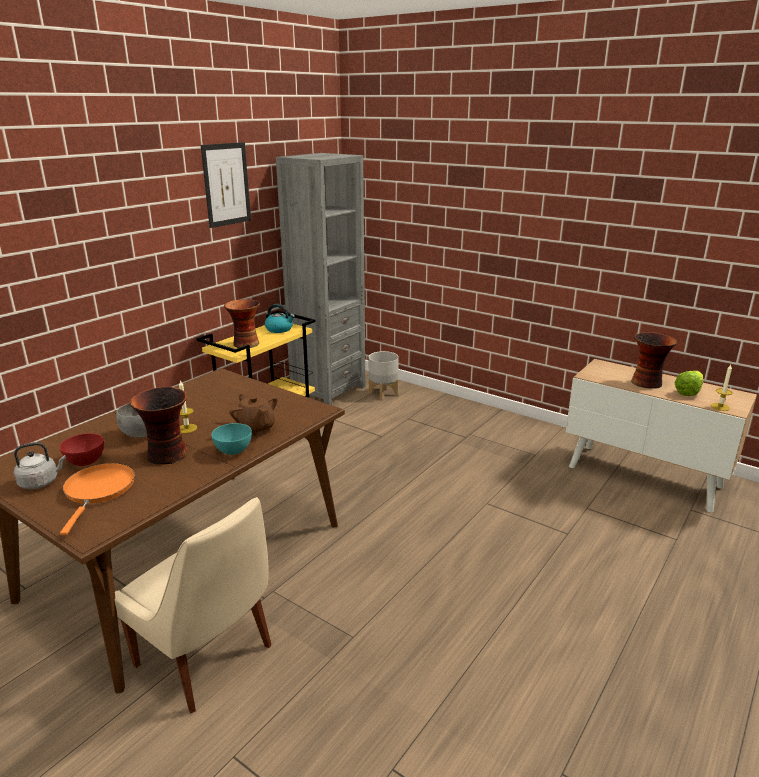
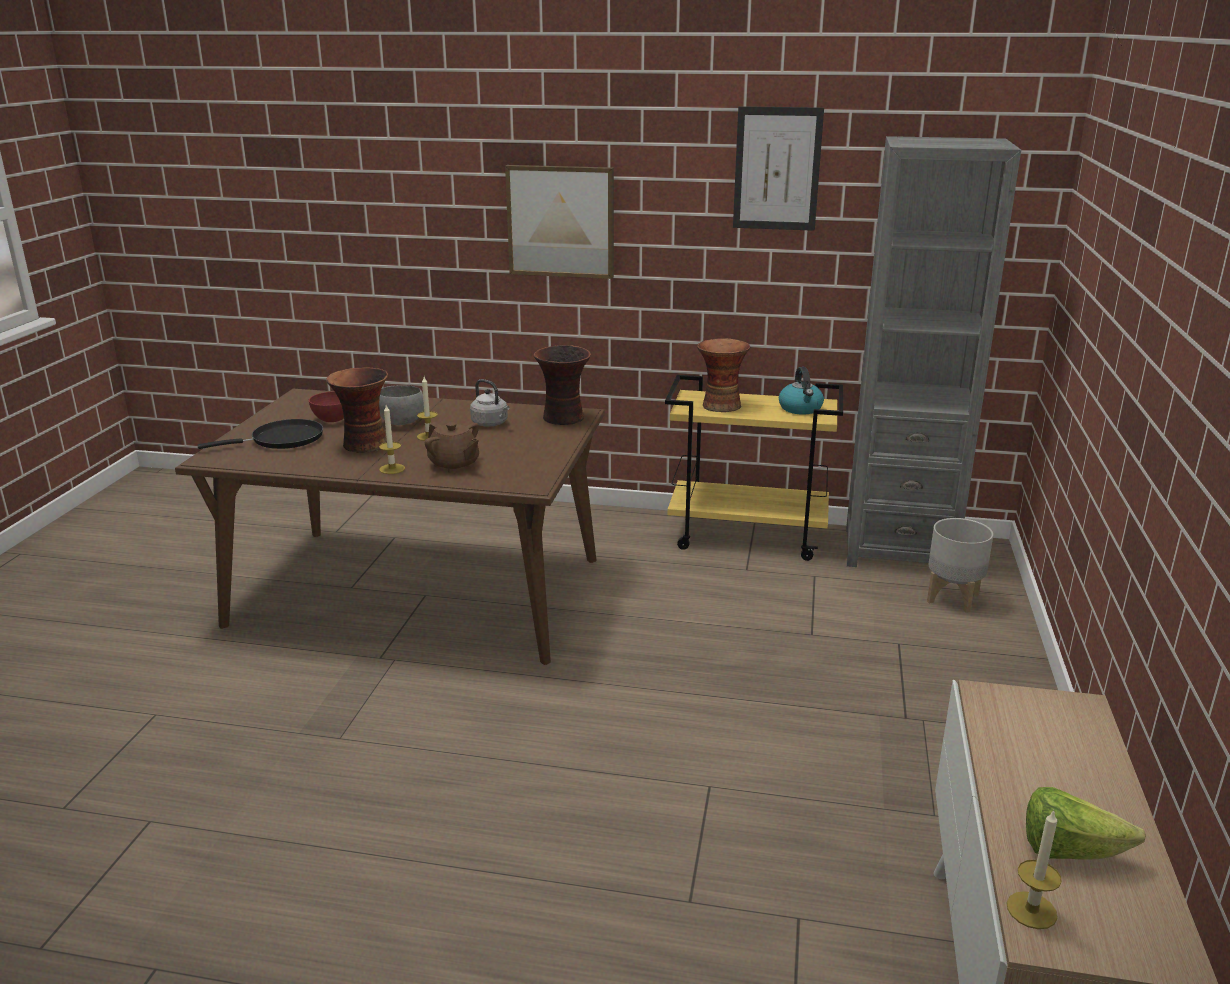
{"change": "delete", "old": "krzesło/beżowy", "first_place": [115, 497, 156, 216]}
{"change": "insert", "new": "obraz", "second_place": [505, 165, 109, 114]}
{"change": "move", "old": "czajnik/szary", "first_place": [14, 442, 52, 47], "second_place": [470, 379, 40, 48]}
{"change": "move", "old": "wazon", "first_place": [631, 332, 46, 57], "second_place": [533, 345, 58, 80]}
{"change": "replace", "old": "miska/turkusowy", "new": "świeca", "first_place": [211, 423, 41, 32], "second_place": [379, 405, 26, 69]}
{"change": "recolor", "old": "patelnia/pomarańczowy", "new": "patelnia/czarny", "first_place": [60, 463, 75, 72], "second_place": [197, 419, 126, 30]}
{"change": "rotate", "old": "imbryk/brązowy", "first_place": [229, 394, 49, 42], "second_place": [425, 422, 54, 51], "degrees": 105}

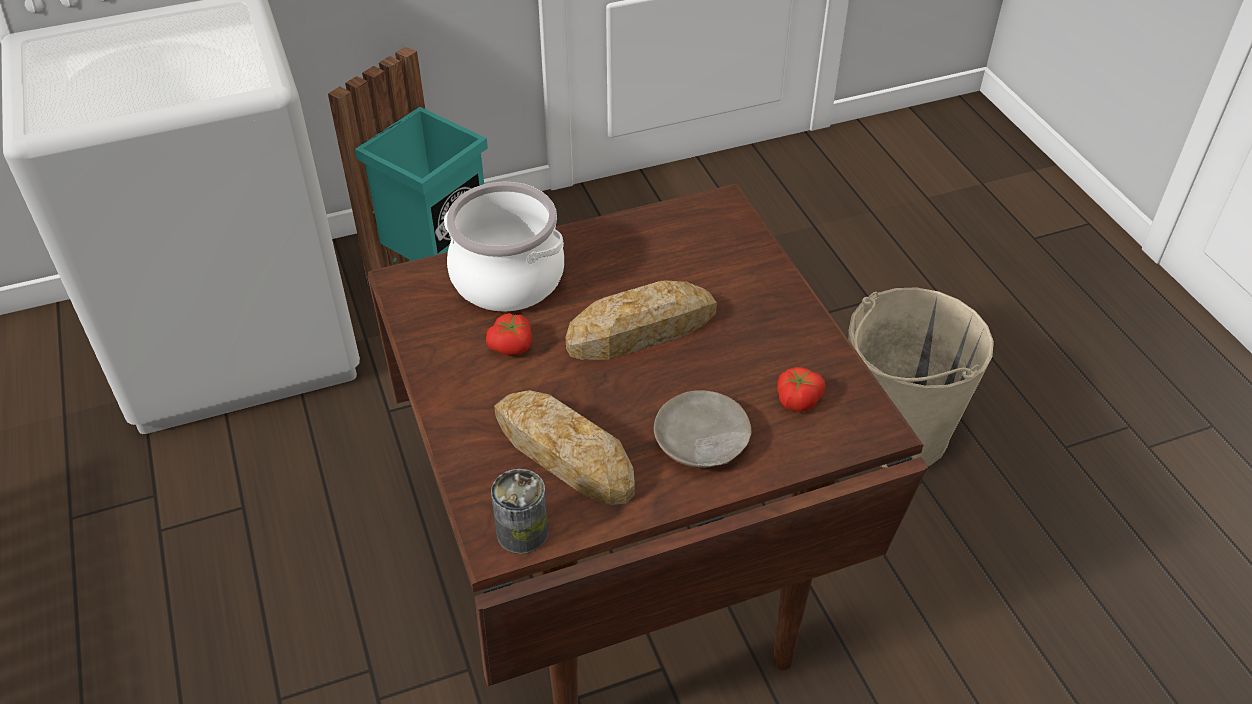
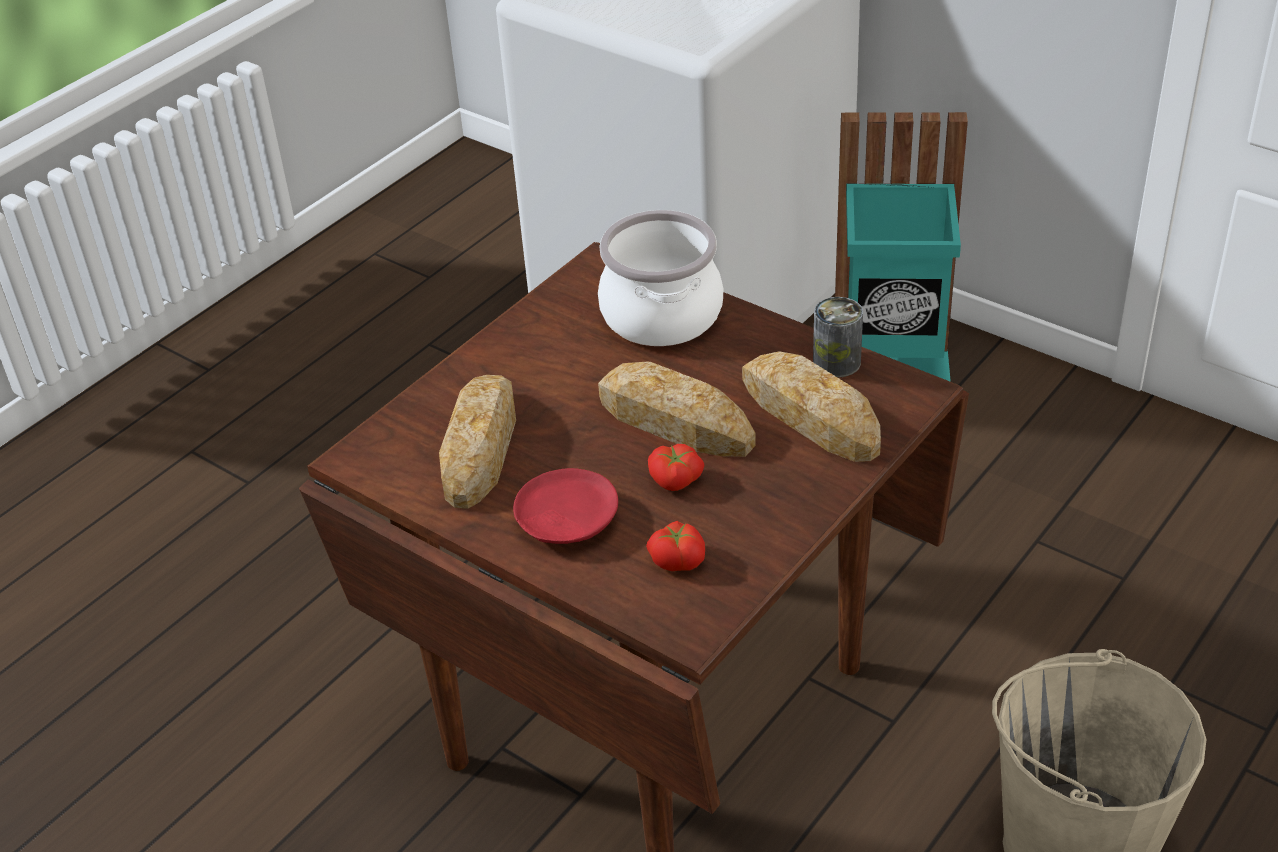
{"change": "insert", "new": "chleb", "second_place": [742, 351, 139, 111]}
{"change": "move", "old": "pomidor", "first_place": [486, 313, 46, 42], "second_place": [648, 444, 56, 47]}
{"change": "move", "old": "puszka", "first_place": [491, 469, 57, 85], "second_place": [813, 297, 50, 80]}
{"change": "recolor", "old": "talerz/beżowy", "new": "talerz/czerwony", "first_place": [654, 390, 97, 78], "second_place": [513, 468, 105, 76]}

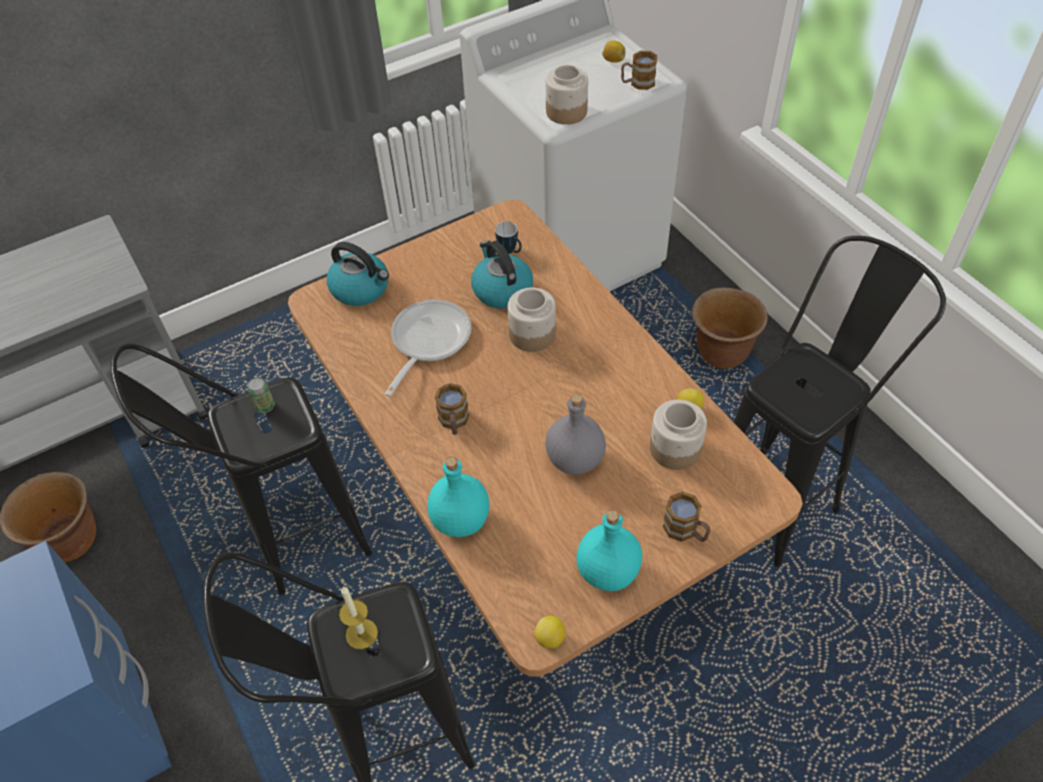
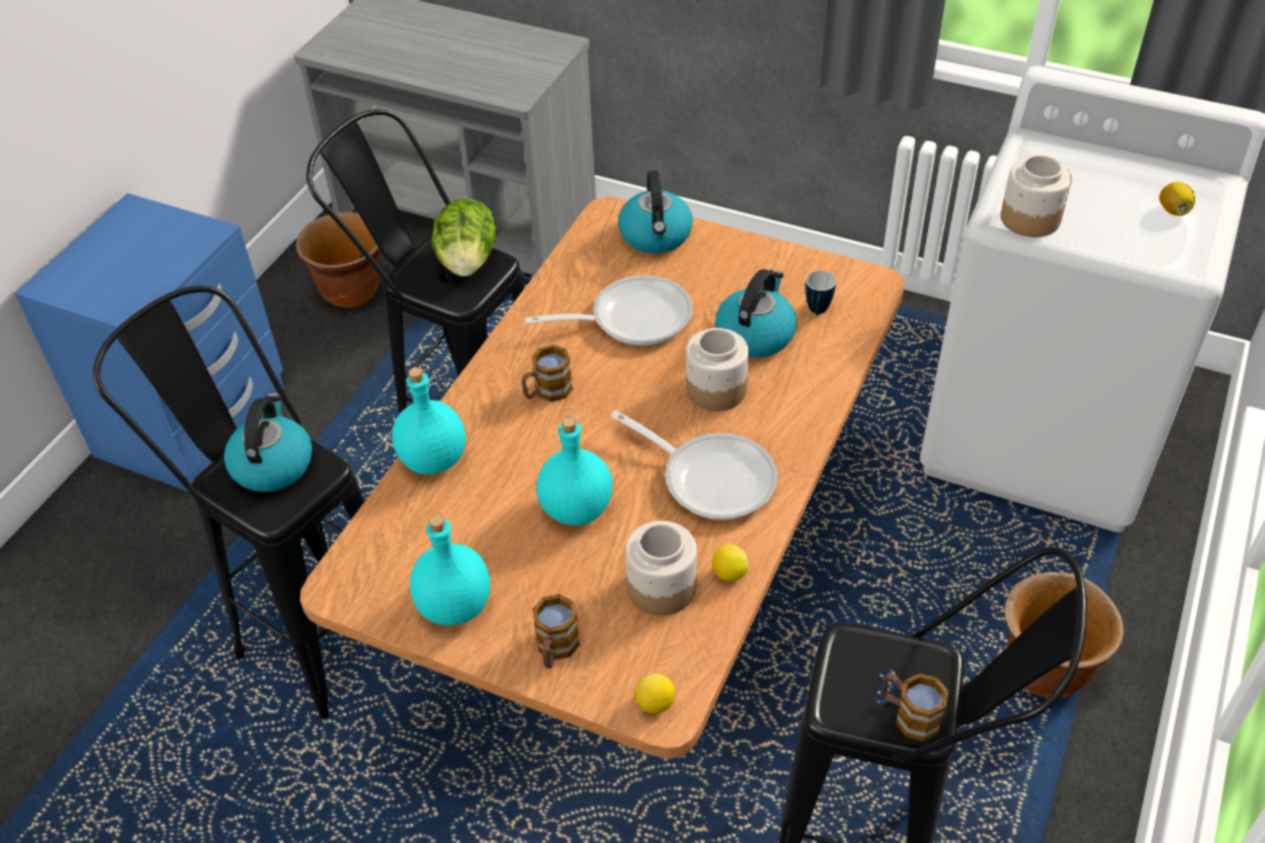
{"change": "insert", "new": "patelnia", "second_place": [611, 411, 167, 109]}
{"change": "move", "old": "cytryna", "first_place": [534, 616, 31, 33], "second_place": [635, 674, 40, 39]}
{"change": "move", "old": "kubek", "first_place": [621, 51, 36, 39], "second_place": [882, 673, 67, 69]}
{"change": "replace", "old": "puszka", "new": "sałata", "first_place": [247, 377, 28, 36], "second_place": [431, 198, 66, 79]}
{"change": "replace", "old": "świeca", "new": "czajnik", "first_place": [339, 587, 39, 62], "second_place": [224, 393, 88, 99]}
{"change": "recolor", "old": "butelka/szary", "new": "butelka/turkusowy", "first_place": [545, 394, 61, 81], "second_place": [537, 417, 76, 109]}

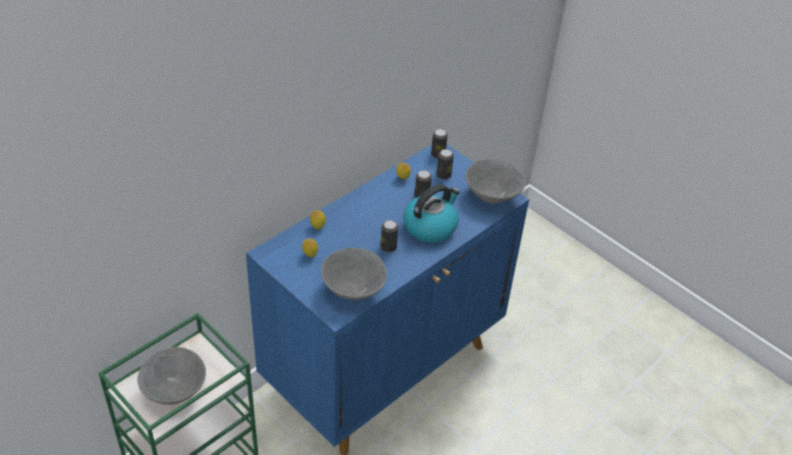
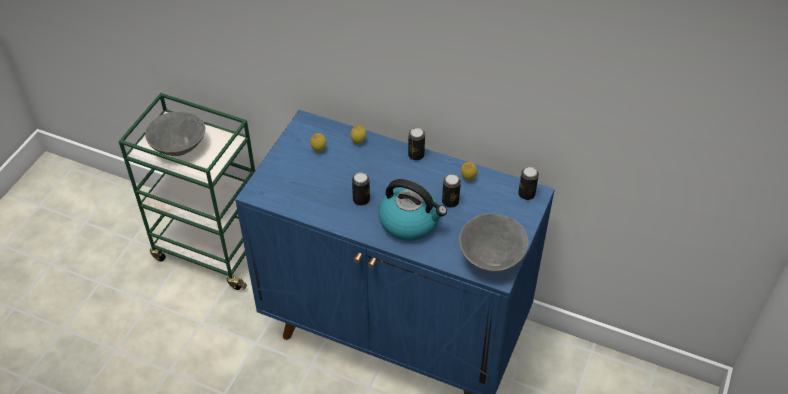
{"change": "delete", "old": "miska/szary", "first_place": [321, 248, 66, 52]}
{"change": "move", "old": "puszka", "first_place": [437, 149, 17, 31], "second_place": [408, 128, 17, 32]}

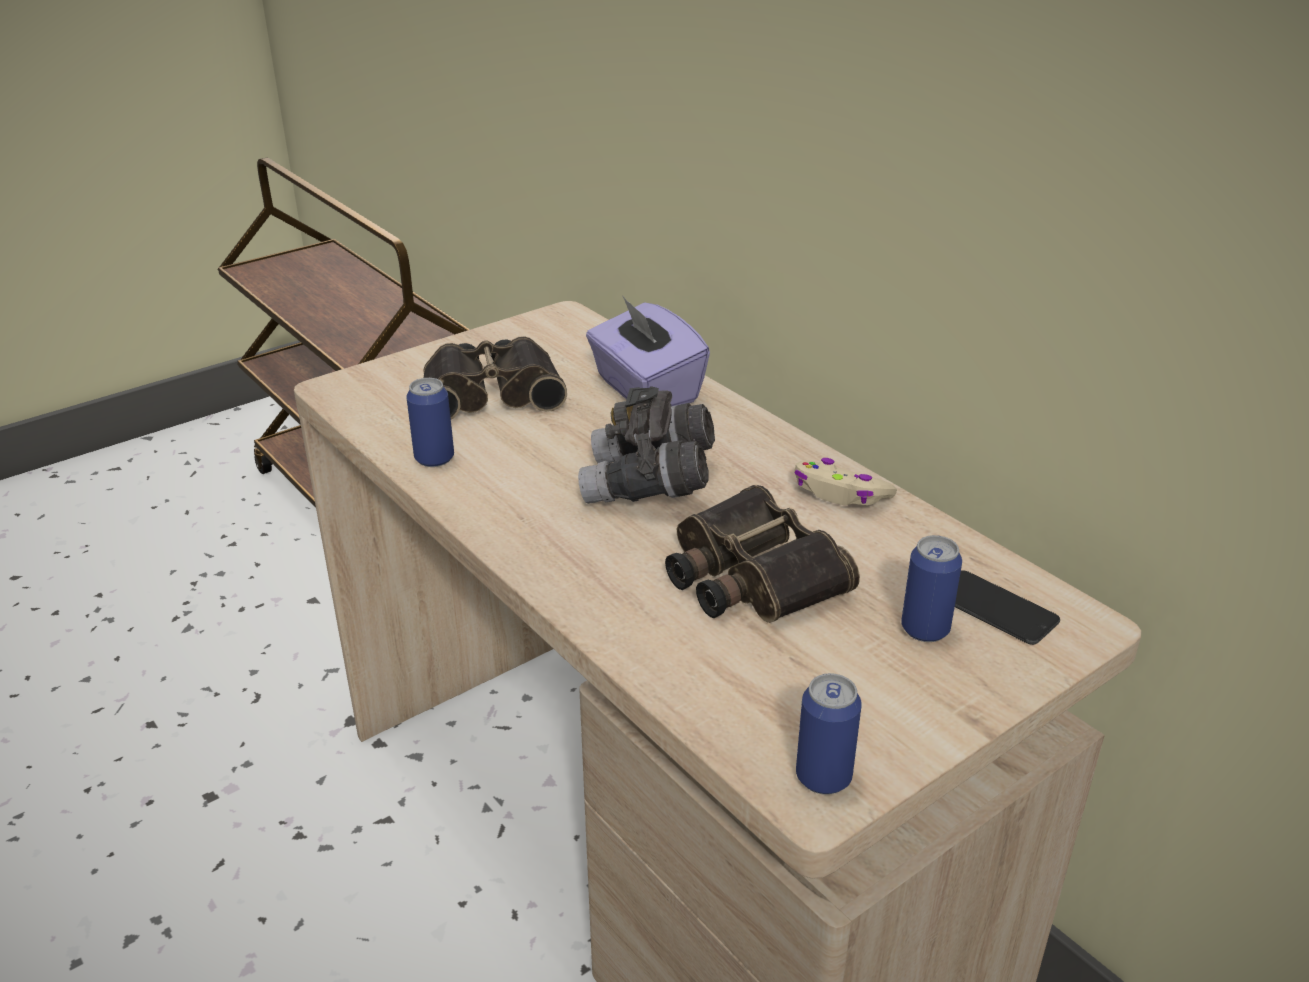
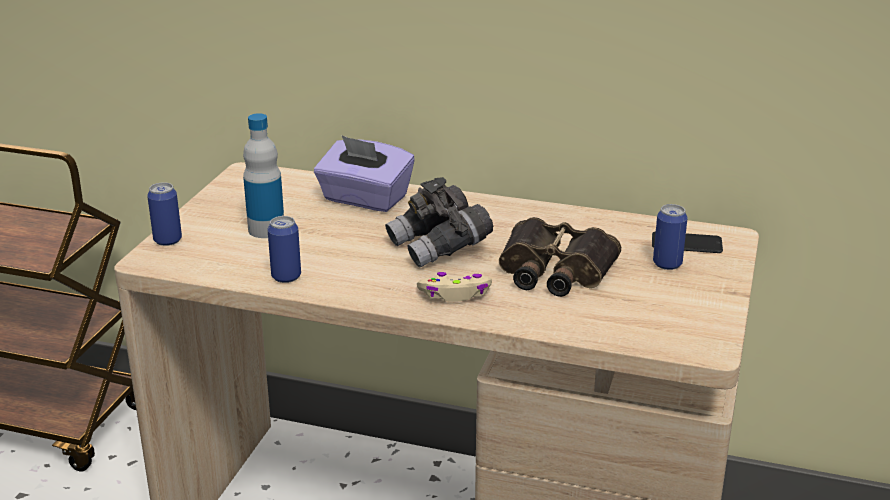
{"change": "move", "old": "pad do gier/beżowy", "first_place": [794, 458, 103, 47], "second_place": [417, 272, 75, 30]}
{"change": "move", "old": "puszka", "first_place": [796, 673, 66, 122], "second_place": [147, 182, 35, 64]}
{"change": "replace", "old": "lornetka", "new": "butelka", "first_place": [423, 336, 144, 83], "second_place": [243, 113, 41, 125]}

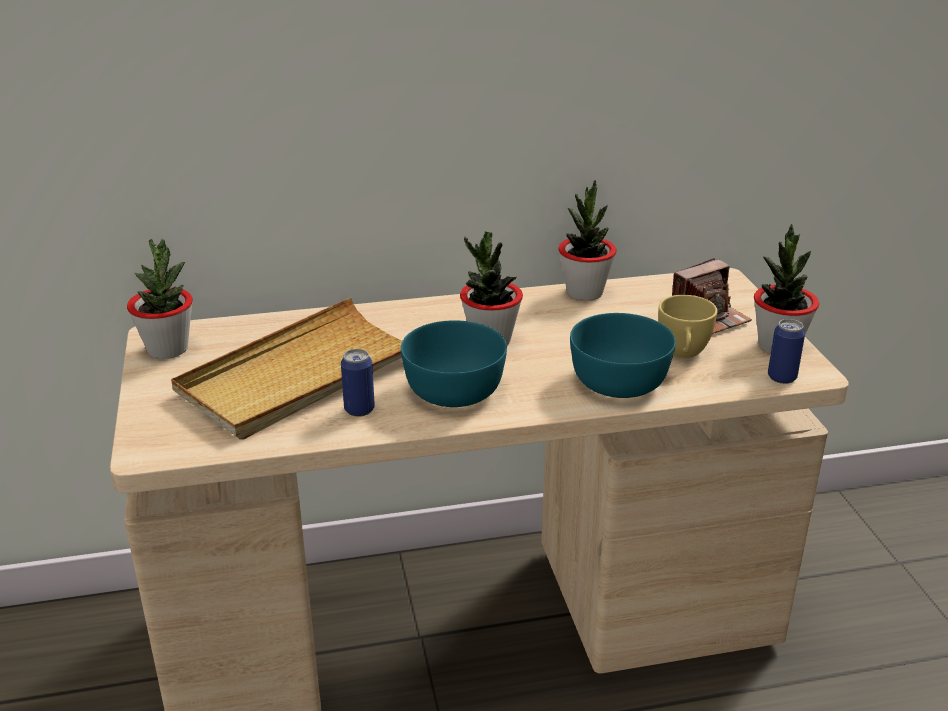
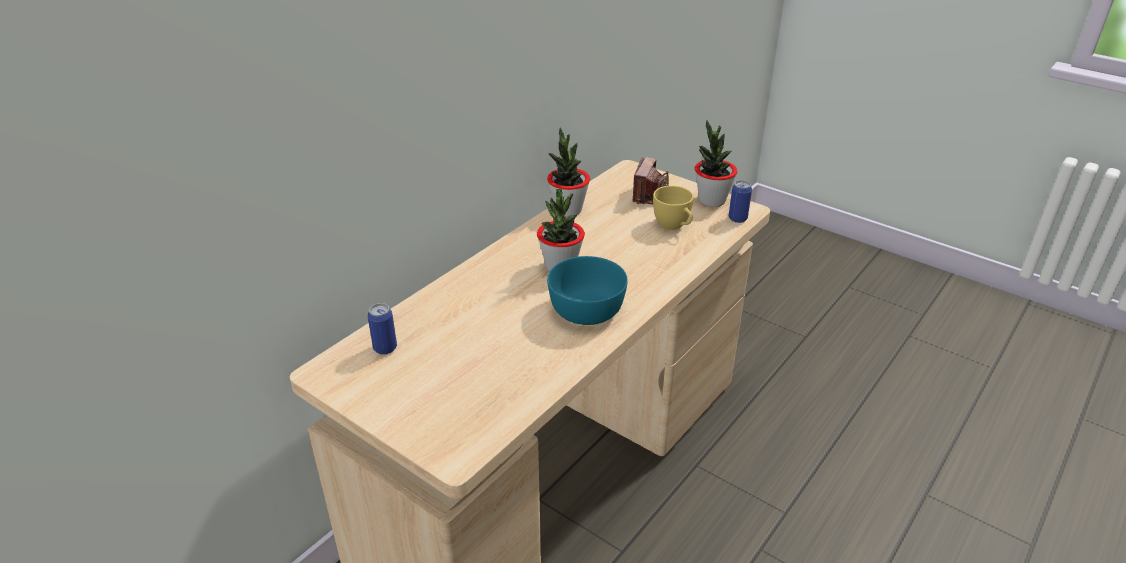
{"change": "delete", "old": "roślina doniczkowa", "first_place": [127, 239, 66, 120]}
{"change": "delete", "old": "taca/beżowy", "first_place": [171, 297, 231, 143]}
{"change": "delete", "old": "miska/turkusowy", "first_place": [570, 313, 106, 85]}
{"change": "move", "old": "puszka", "first_place": [341, 349, 34, 68], "second_place": [367, 303, 30, 52]}

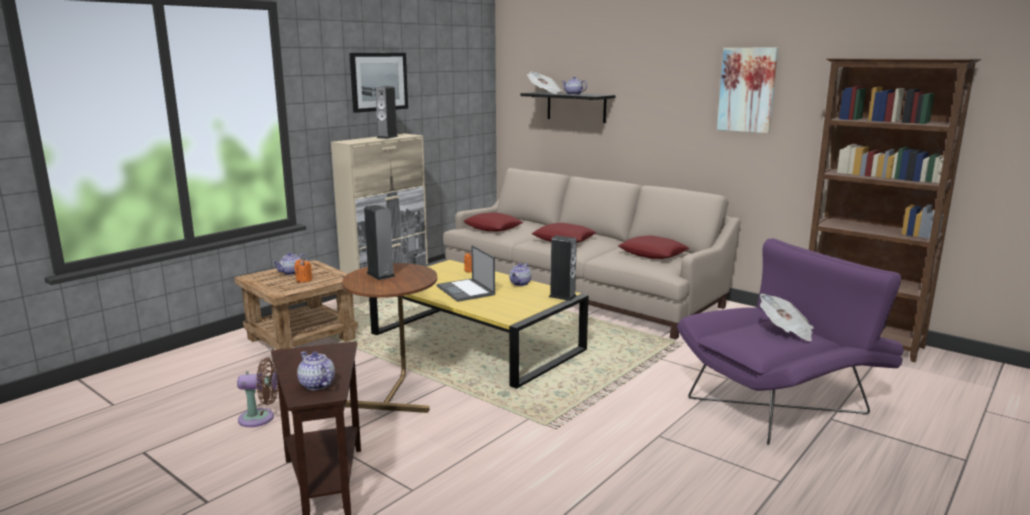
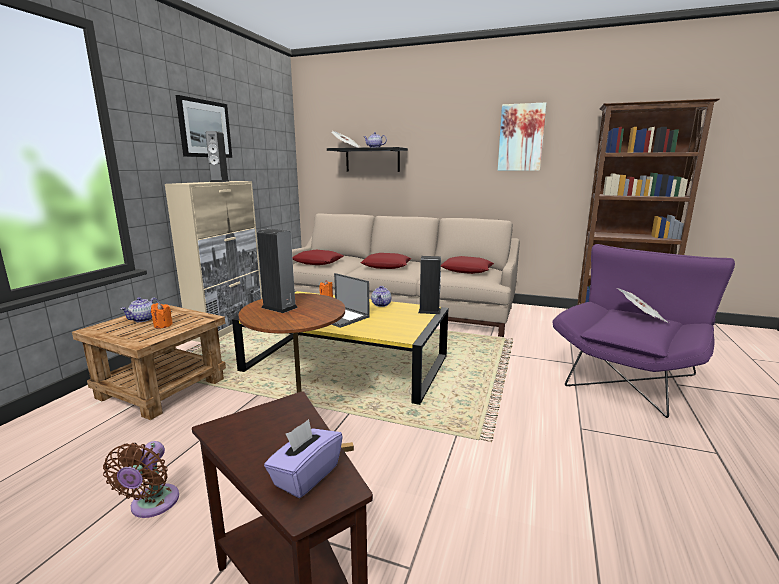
{"change": "replace", "old": "imbryk", "new": "pudełko chusteczek/fioletowy", "first_place": [297, 351, 38, 39], "second_place": [264, 419, 79, 79]}
{"change": "rotate", "old": "wentylator/brązowy", "first_place": [237, 358, 41, 69], "second_place": [103, 441, 76, 77], "degrees": 120}

